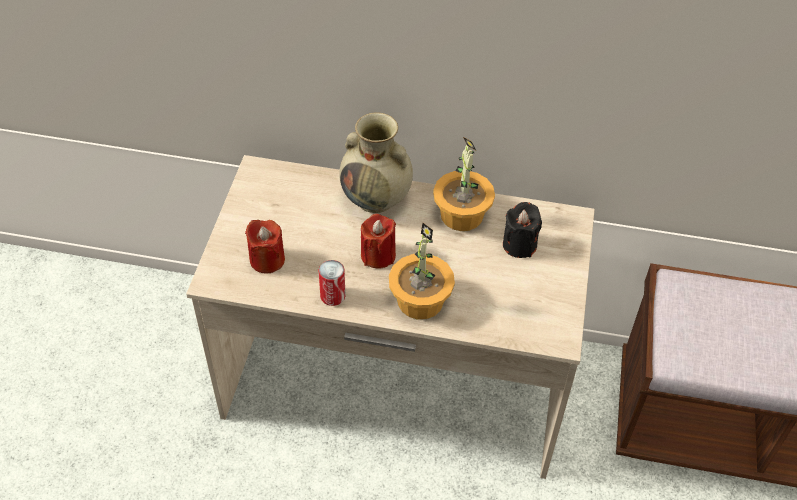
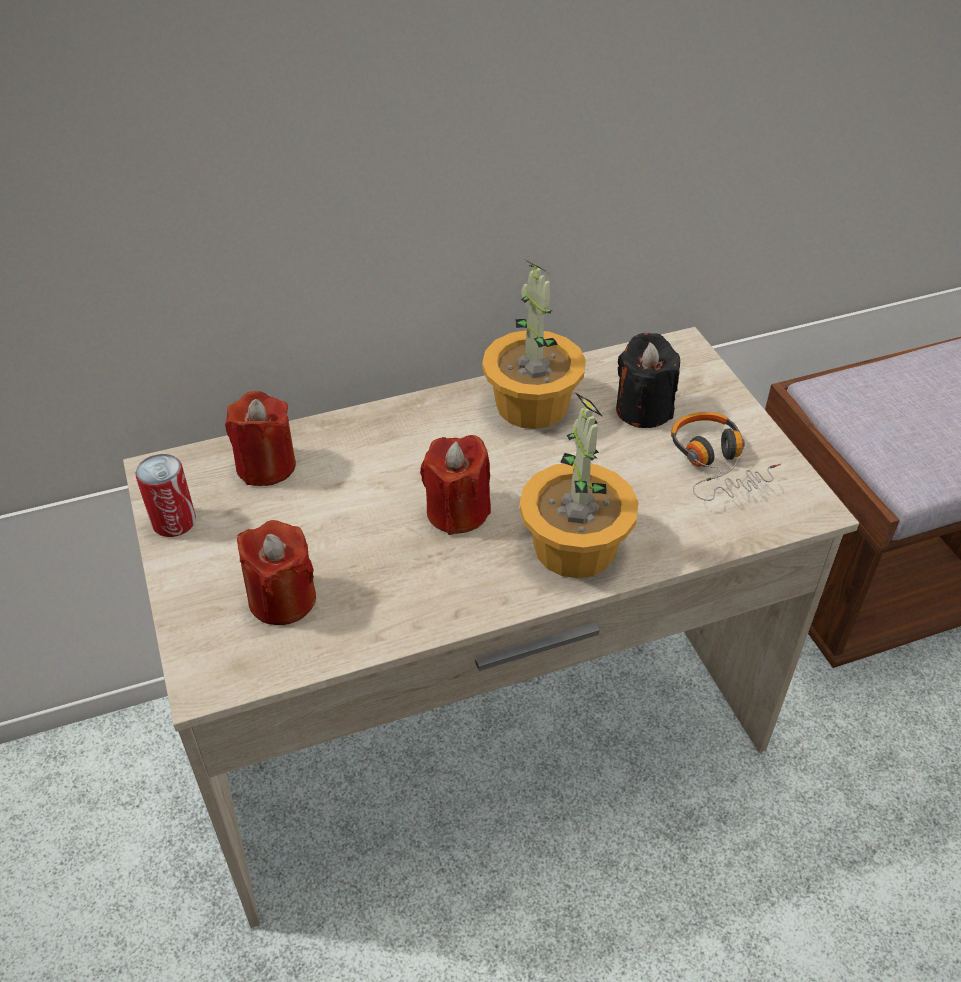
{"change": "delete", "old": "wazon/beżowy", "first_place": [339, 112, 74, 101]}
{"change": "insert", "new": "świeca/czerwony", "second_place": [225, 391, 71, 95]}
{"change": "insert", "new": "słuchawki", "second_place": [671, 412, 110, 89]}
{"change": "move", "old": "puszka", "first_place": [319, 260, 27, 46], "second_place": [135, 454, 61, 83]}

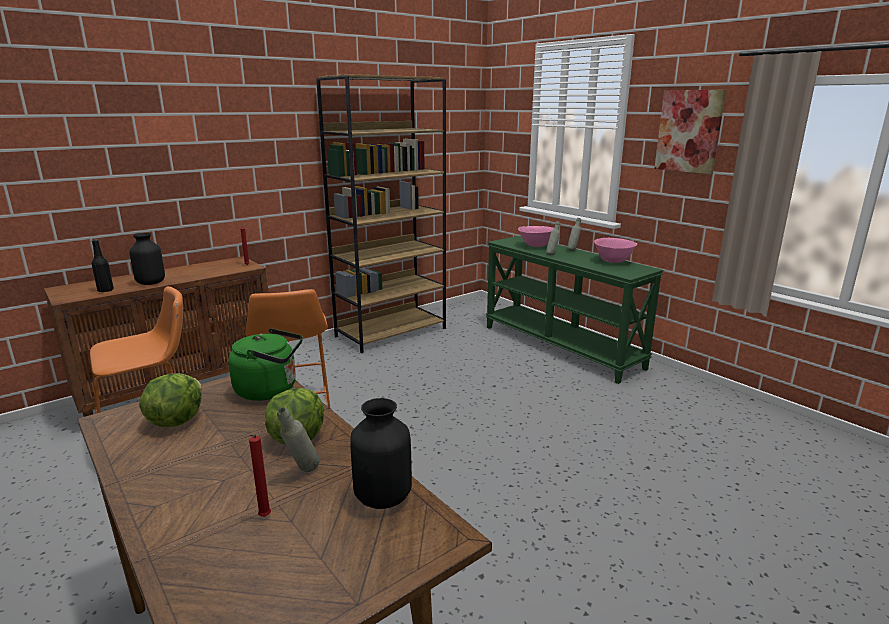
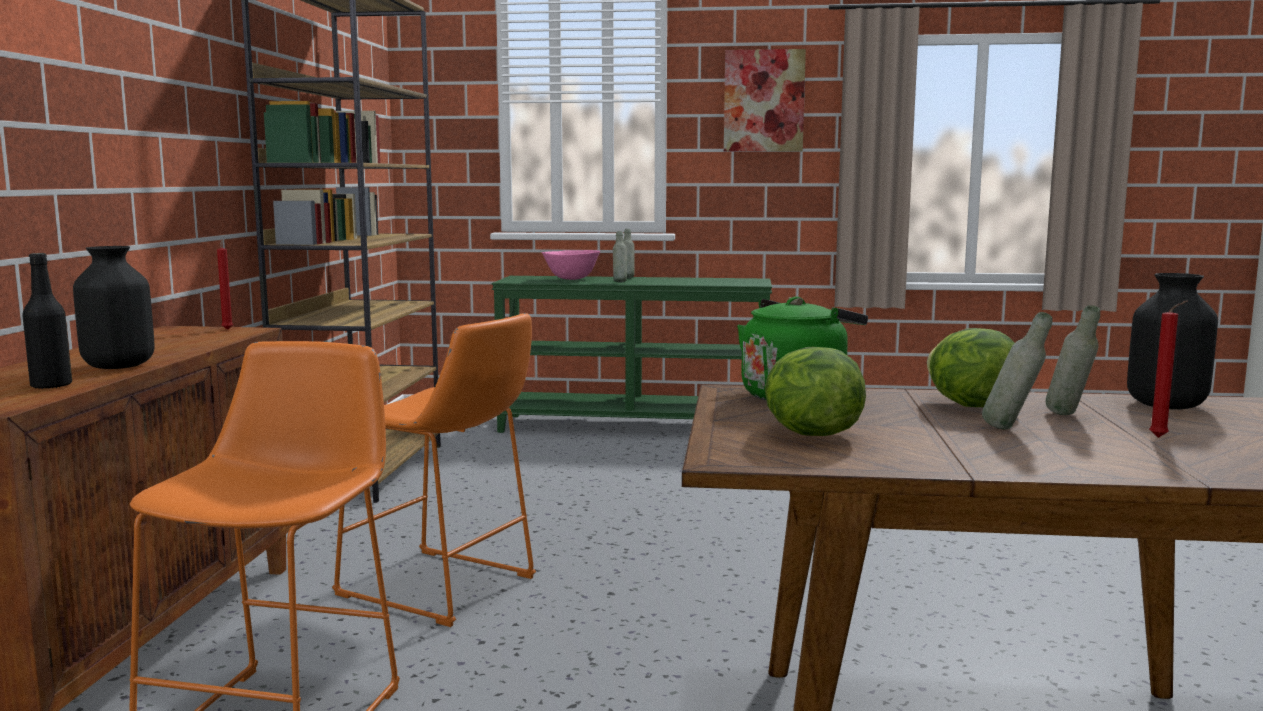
{"change": "delete", "old": "miska/różowy", "first_place": [594, 238, 43, 25]}
{"change": "insert", "new": "butelka/szary", "second_place": [982, 312, 71, 118]}

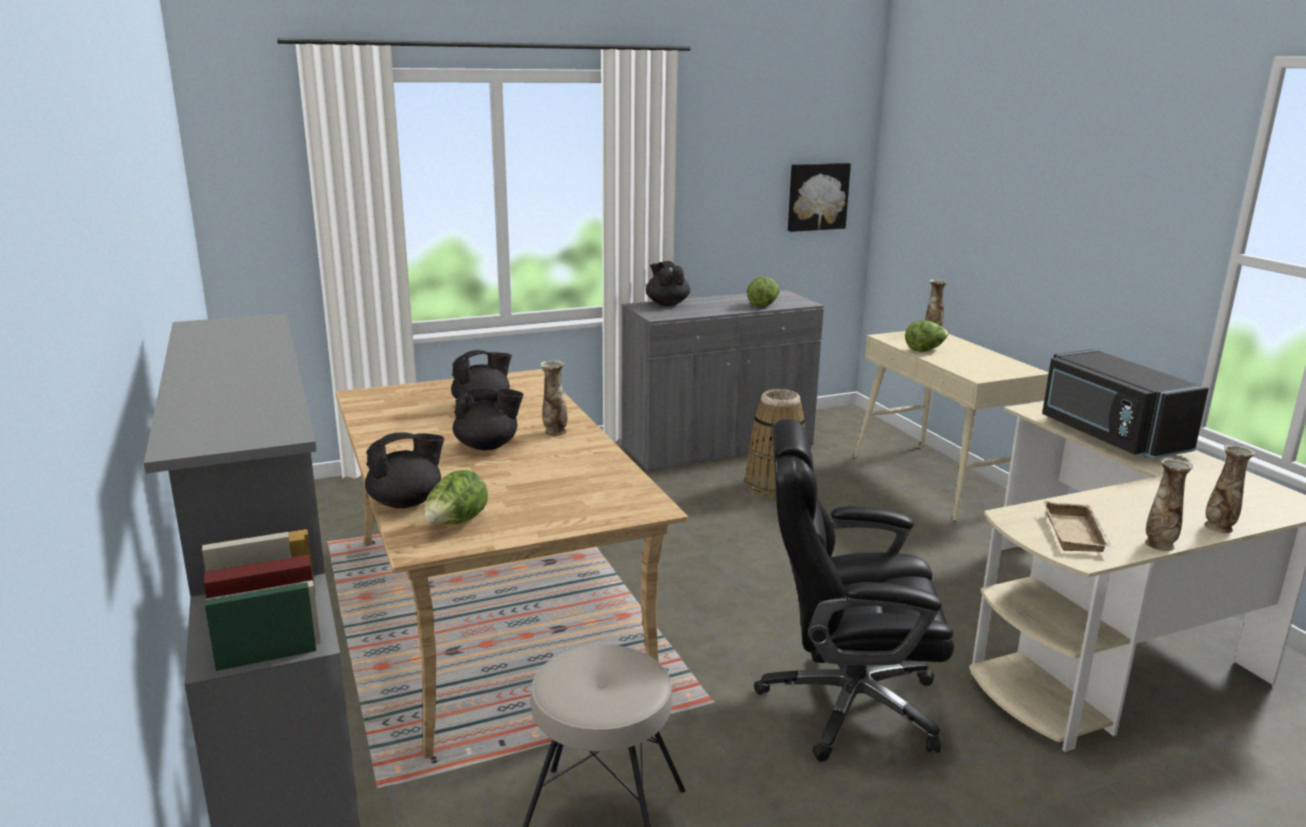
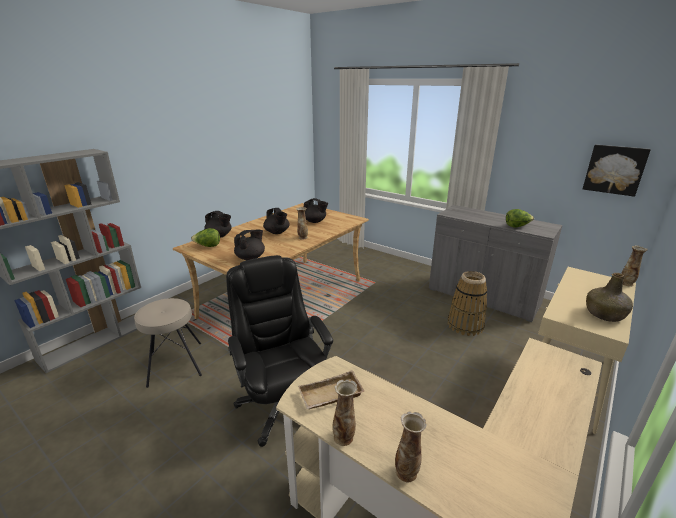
{"change": "delete", "old": "sałata", "first_place": [905, 320, 44, 32]}
{"change": "delete", "old": "mikrofalówka/czarny", "first_place": [1042, 349, 167, 110]}
{"change": "insert", "new": "butelka/zielony", "second_place": [586, 273, 47, 49]}
{"change": "move", "old": "imbryk/czarny", "first_place": [646, 261, 44, 45], "second_place": [234, 230, 31, 30]}

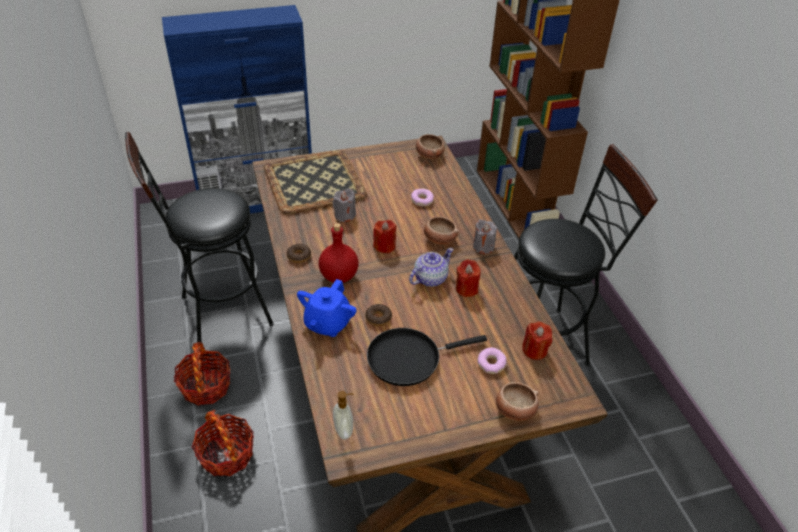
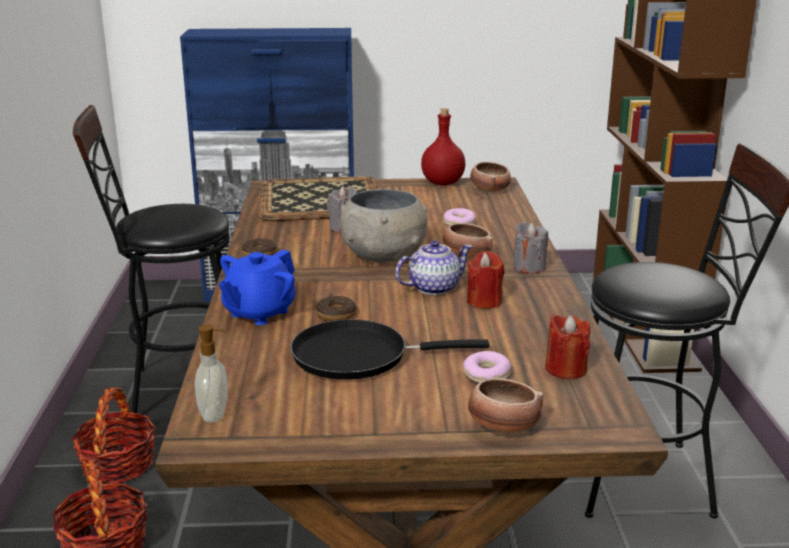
{"change": "move", "old": "butelka/czerwony", "first_place": [319, 223, 40, 60], "second_place": [421, 108, 44, 77]}
{"change": "replace", "old": "świeca/czerwony", "new": "miska/szary", "first_place": [373, 220, 23, 33], "second_place": [340, 189, 88, 73]}

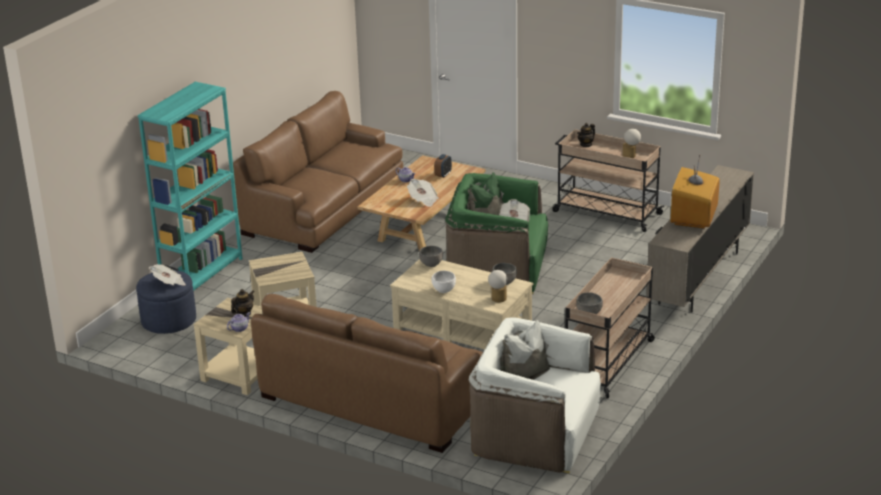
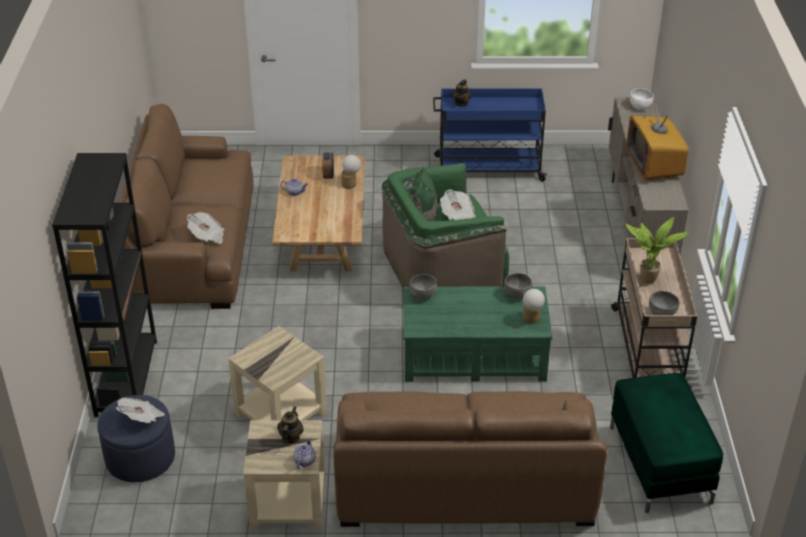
{"change": "insert", "new": "roślina doniczkowa", "second_place": [626, 217, 63, 67]}
{"change": "move", "old": "gazeta", "first_place": [407, 179, 32, 28], "second_place": [187, 212, 37, 32]}
{"change": "move", "old": "miska/biały", "first_place": [431, 271, 25, 22], "second_place": [630, 88, 24, 23]}
{"change": "move", "old": "lampa stołowa", "first_place": [622, 129, 19, 29], "second_place": [341, 155, 20, 34]}
{"change": "replace", "old": "fotel/biały", "new": "pufa/zielony", "first_place": [469, 318, 132, 156], "second_place": [610, 373, 113, 140]}
{"change": "recolor", "old": "regał/turkusowy", "new": "regał/czarny", "first_place": [138, 82, 105, 209], "second_place": [52, 153, 105, 264]}
{"change": "recolor", "old": "ława/beżowy", "new": "ława/zielony", "first_place": [390, 259, 143, 90], "second_place": [403, 286, 150, 96]}
{"change": "recolor", "old": "wózek/beżowy", "new": "wózek/niebieski", "first_place": [552, 129, 112, 103], "second_place": [433, 88, 114, 94]}

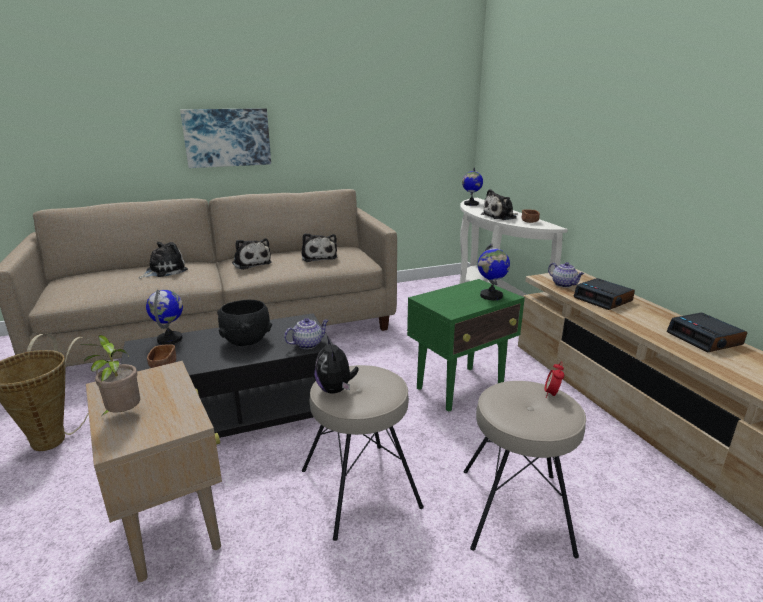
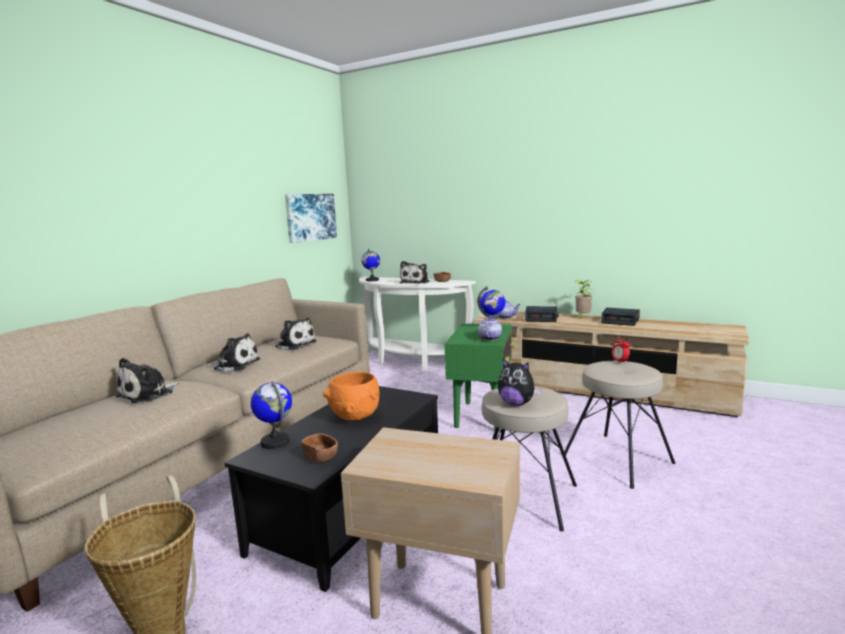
{"change": "move", "old": "roślina doniczkowa", "first_place": [80, 335, 60, 80], "second_place": [575, 280, 18, 39]}
{"change": "move", "old": "obraz", "first_place": [180, 108, 91, 60], "second_place": [285, 194, 52, 49]}
{"change": "move", "old": "imbryk", "first_place": [284, 318, 45, 31], "second_place": [478, 316, 24, 25]}
{"change": "recolor", "old": "miska/czarny", "new": "miska/pomarańczowy", "first_place": [217, 300, 55, 46], "second_place": [323, 372, 56, 48]}
{"change": "rotate", "old": "pluszak", "first_place": [138, 242, 50, 37], "second_place": [115, 358, 64, 45], "degrees": -150}

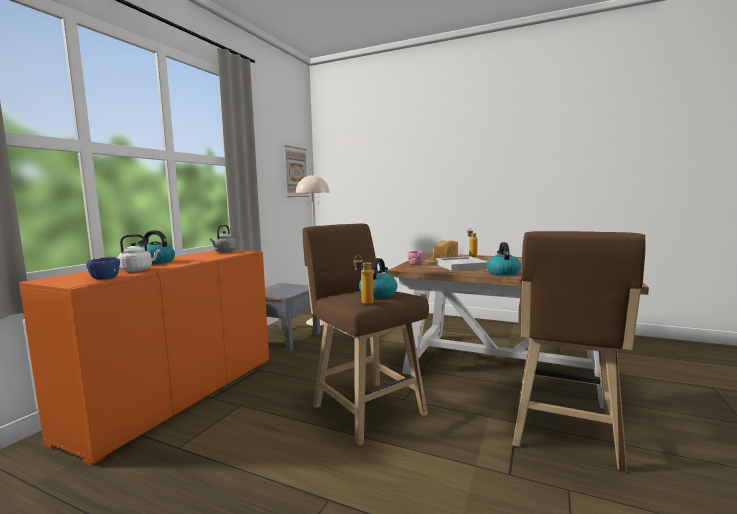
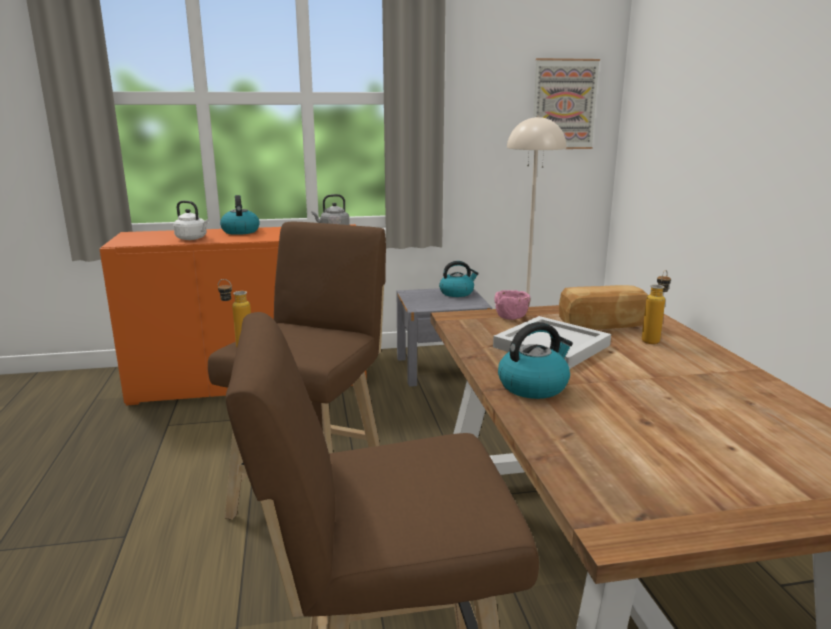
{"change": "delete", "old": "miska/niebieski", "first_place": [86, 257, 34, 22]}
{"change": "move", "old": "czajnik", "first_place": [359, 258, 38, 40], "second_place": [439, 261, 40, 36]}

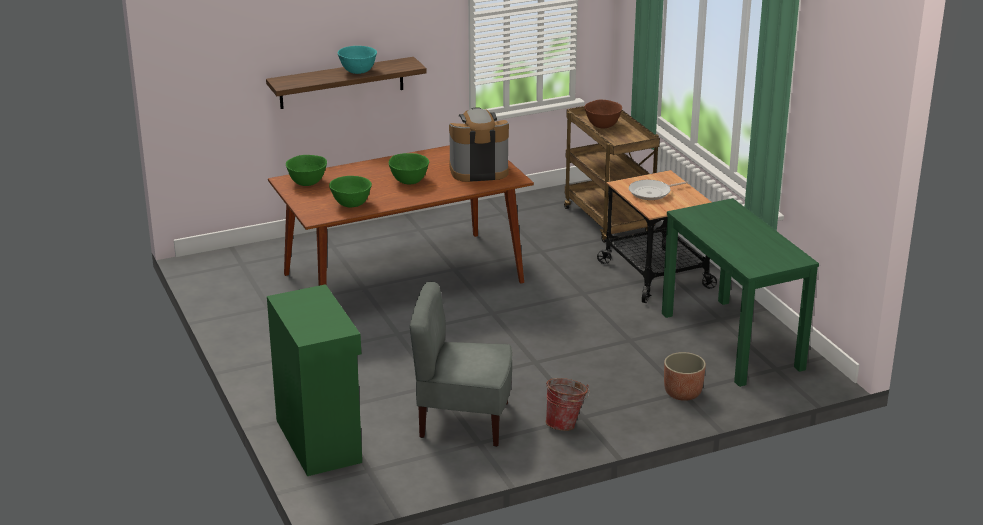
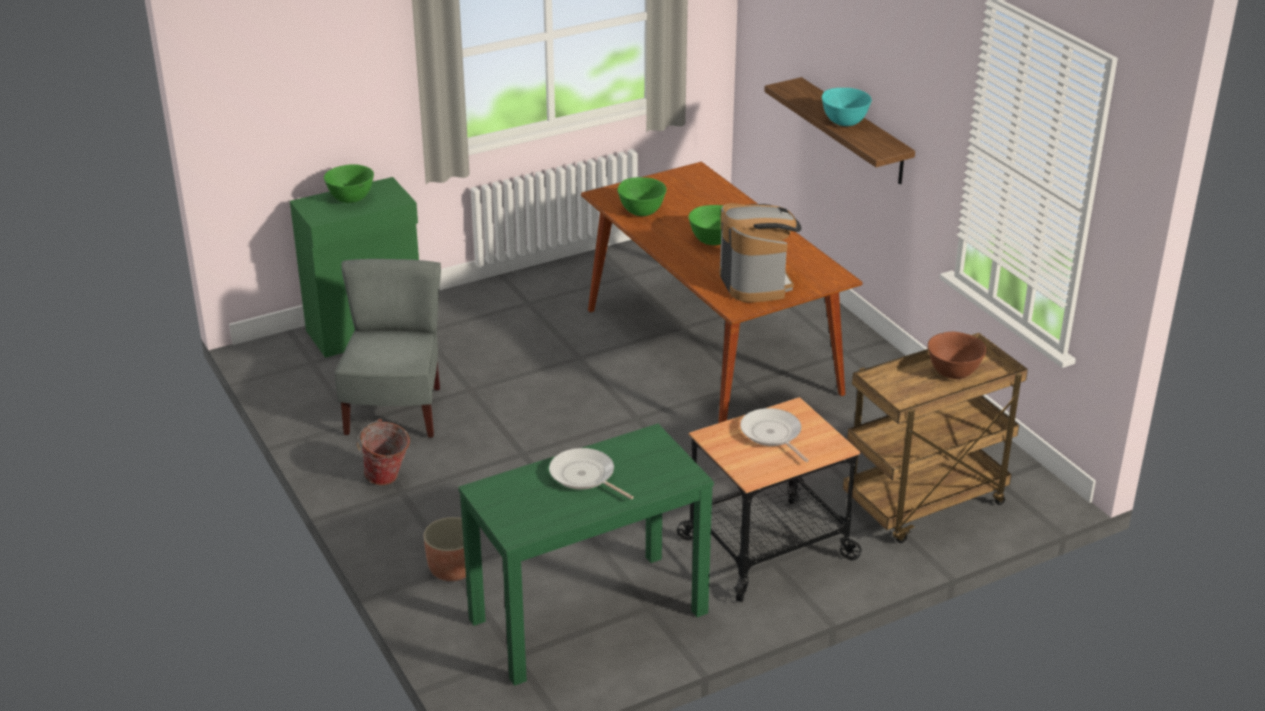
{"change": "insert", "new": "patelnia", "second_place": [549, 448, 85, 51]}
{"change": "move", "old": "miska/zielony", "first_place": [286, 155, 41, 31], "second_place": [324, 164, 50, 39]}

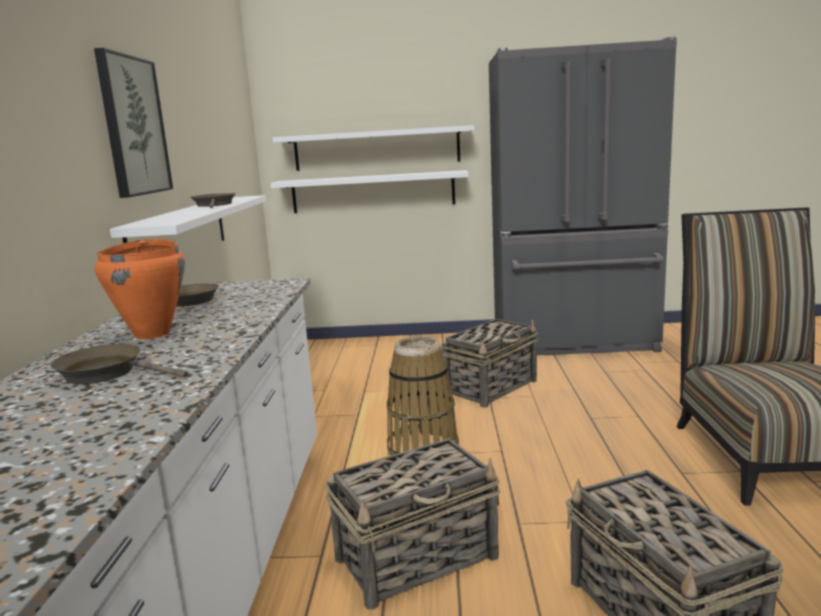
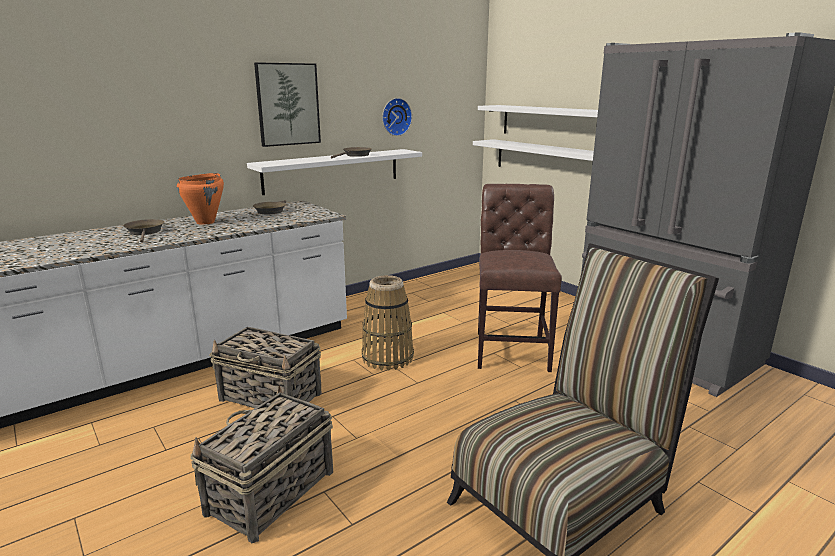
{"change": "insert", "new": "zegar ścienny", "second_place": [382, 98, 30, 38]}
{"change": "replace", "old": "koszyk", "new": "krzesło/brązowy", "first_place": [441, 319, 97, 89], "second_place": [478, 184, 84, 188]}

